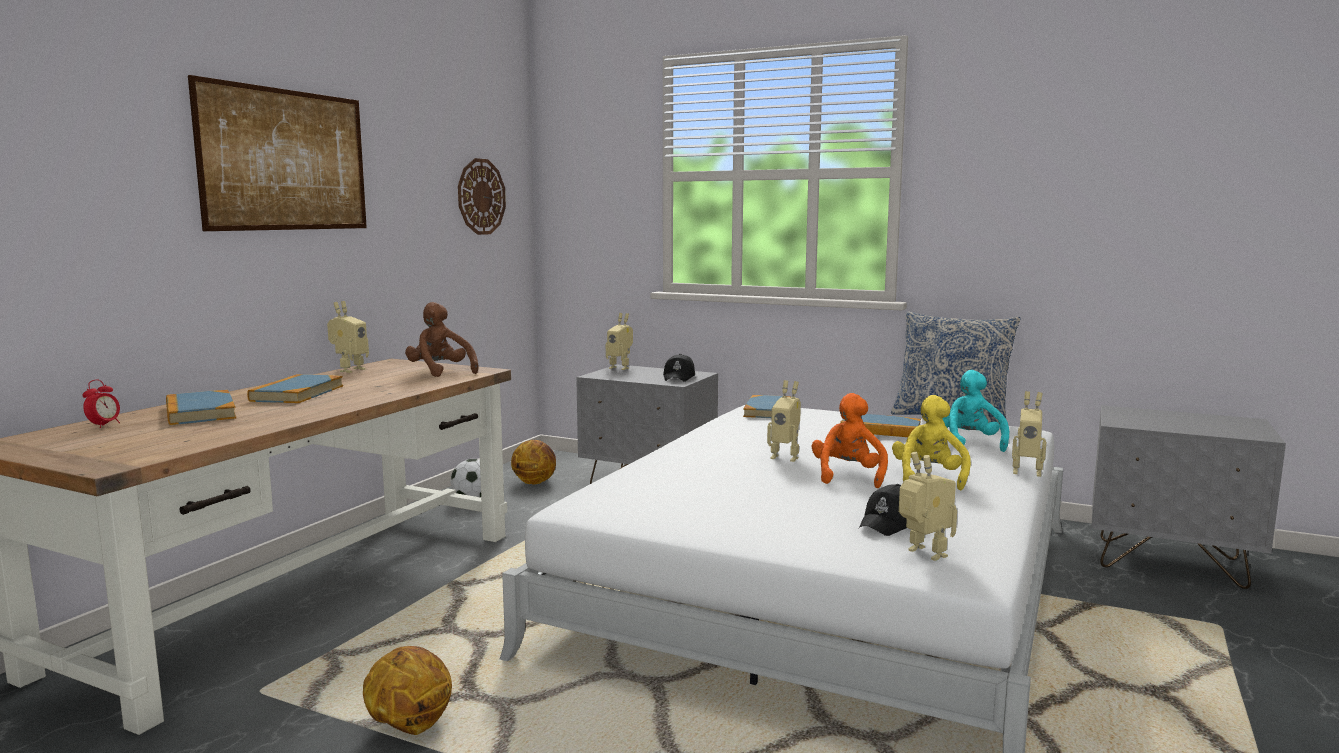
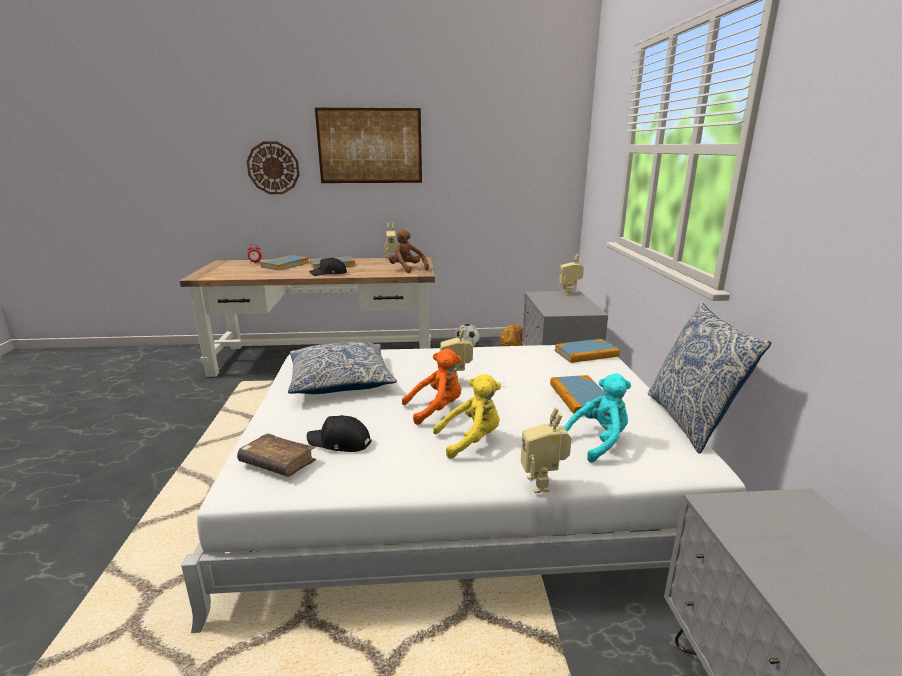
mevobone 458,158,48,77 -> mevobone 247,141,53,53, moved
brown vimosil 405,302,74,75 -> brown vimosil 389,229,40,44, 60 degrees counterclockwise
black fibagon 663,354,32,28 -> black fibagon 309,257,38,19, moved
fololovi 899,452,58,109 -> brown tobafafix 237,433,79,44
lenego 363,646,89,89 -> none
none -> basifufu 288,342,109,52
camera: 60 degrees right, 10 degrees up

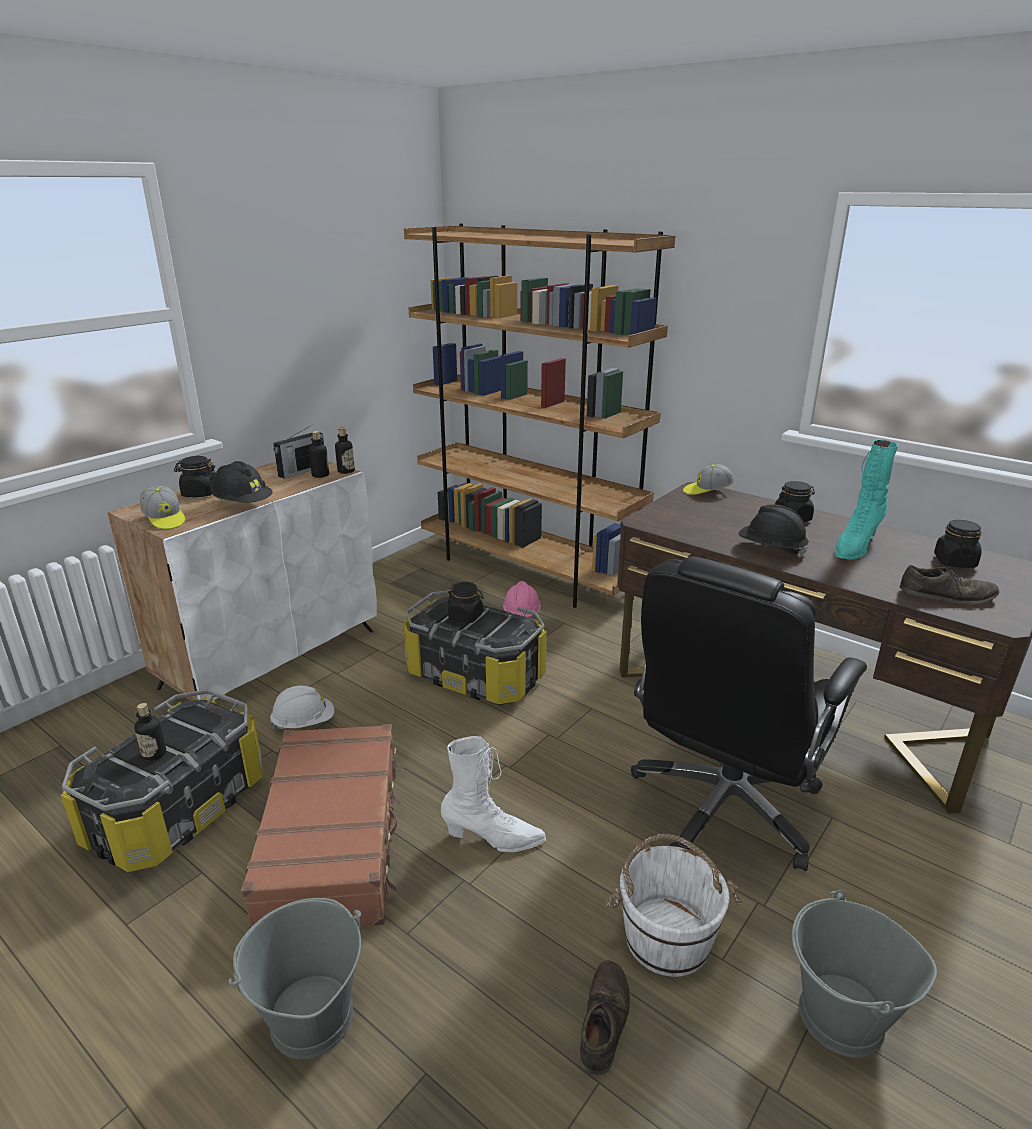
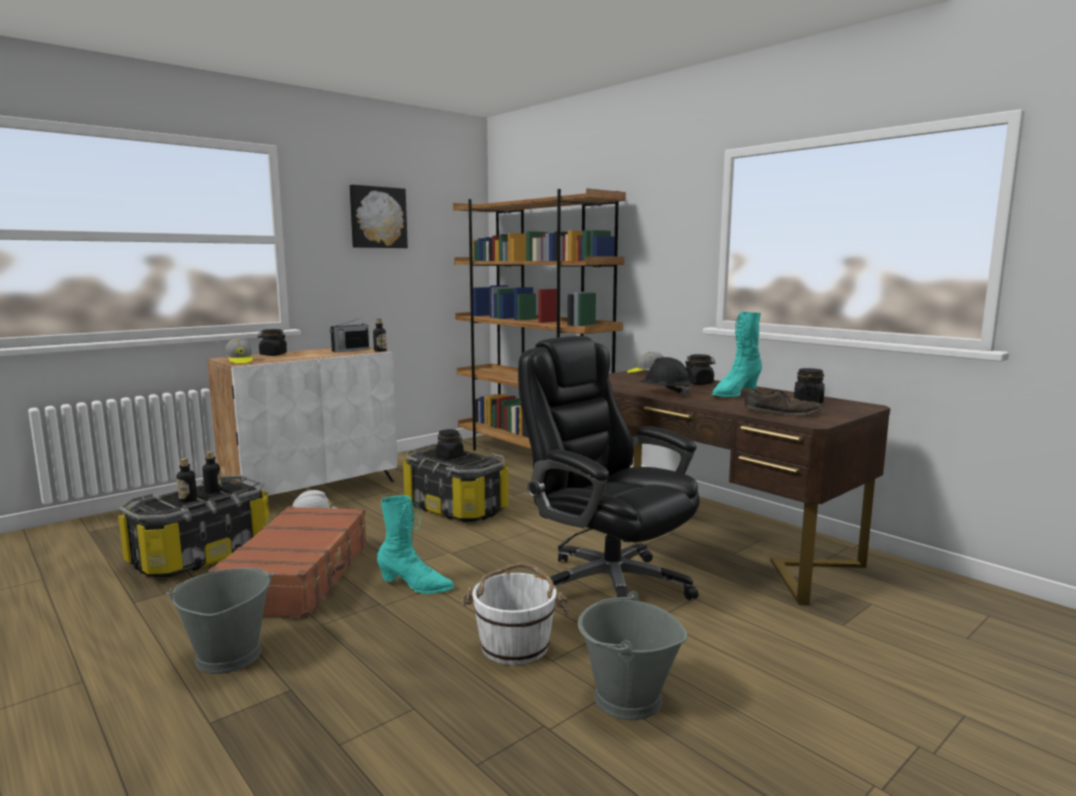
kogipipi 309,431,20,47 -> kogipipi 202,451,20,43, moved
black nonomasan 212,461,61,42 -> none
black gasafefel 631,556,236,315 -> black gasafefel 518,336,182,264, 90 degrees clockwise
pink nonomasan 503,581,38,37 -> none
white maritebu 441,736,105,116 -> turquoise maritebu 377,495,77,99
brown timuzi 580,960,50,115 -> none
none -> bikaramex 350,185,58,63
camera: 10 degrees right, 15 degrees down

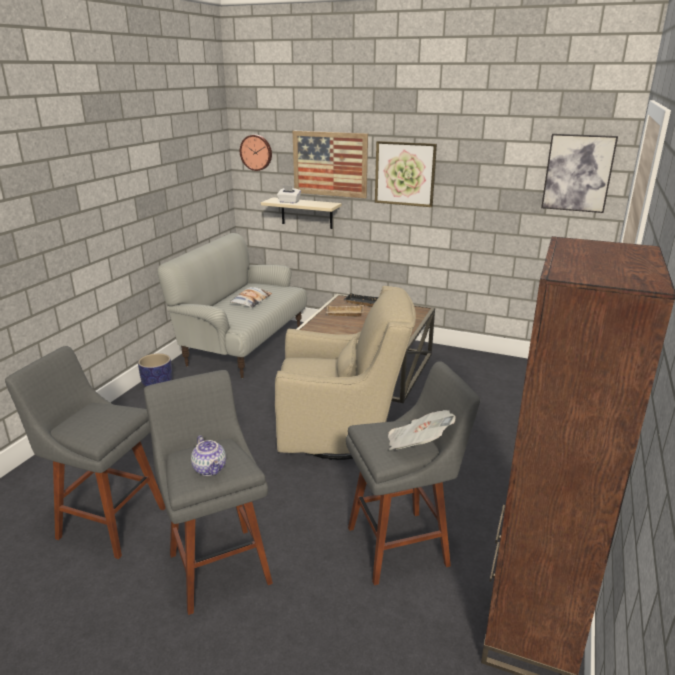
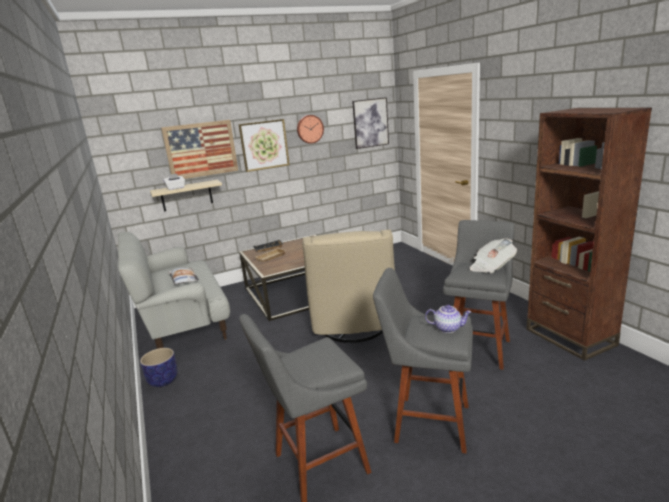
mevobone 240,135,32,36 -> mevobone 297,115,27,29, moved
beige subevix 275,286,141,174 -> beige subevix 302,229,93,114, 135 degrees clockwise
camera: 45 degrees left, 5 degrees down

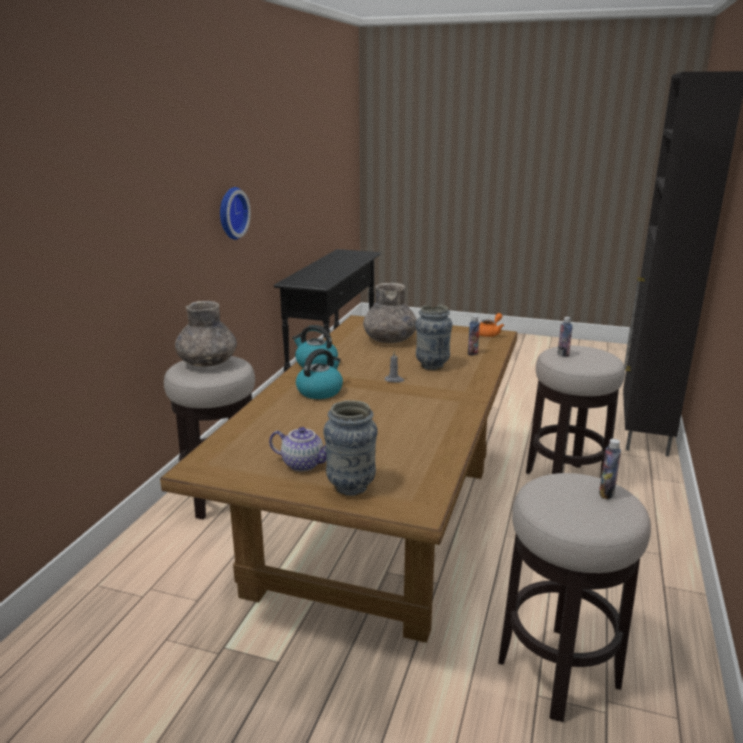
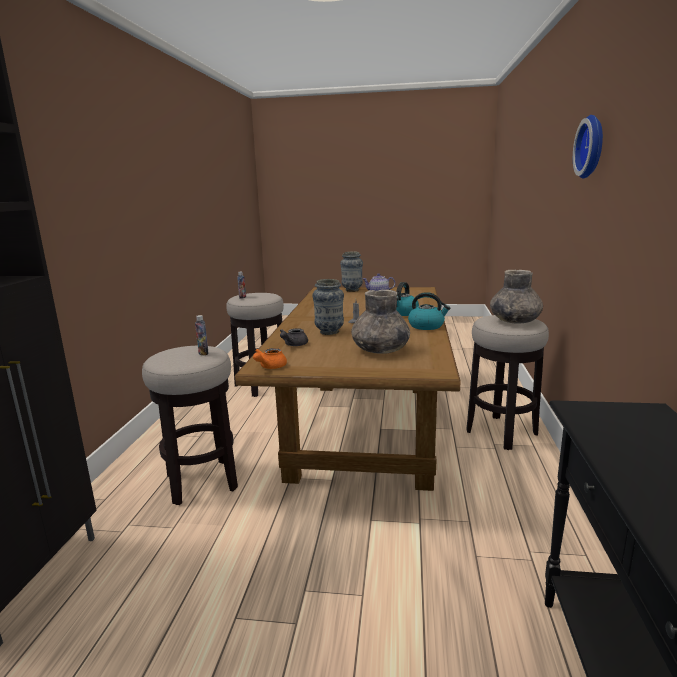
mevobone 220,187,31,53 -> mevobone 573,115,30,64, moved
kogipipi 468,315,12,41 -> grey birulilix 280,328,28,18
camera: 170 degrees right, 5 degrees down

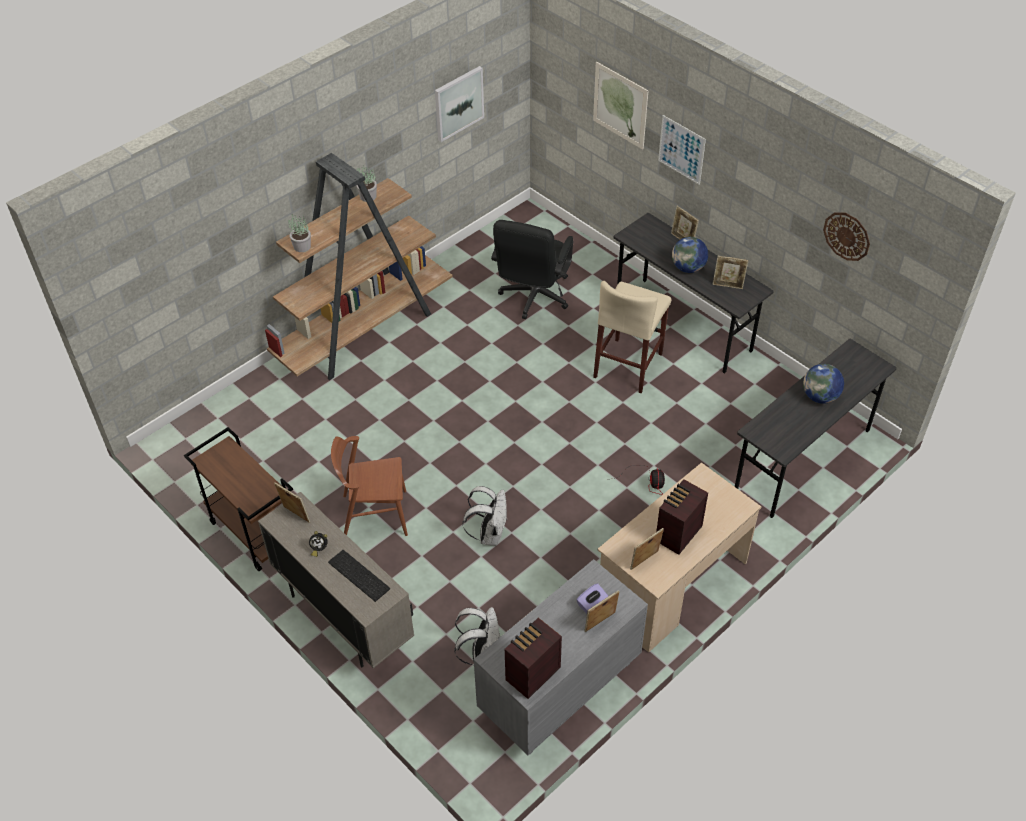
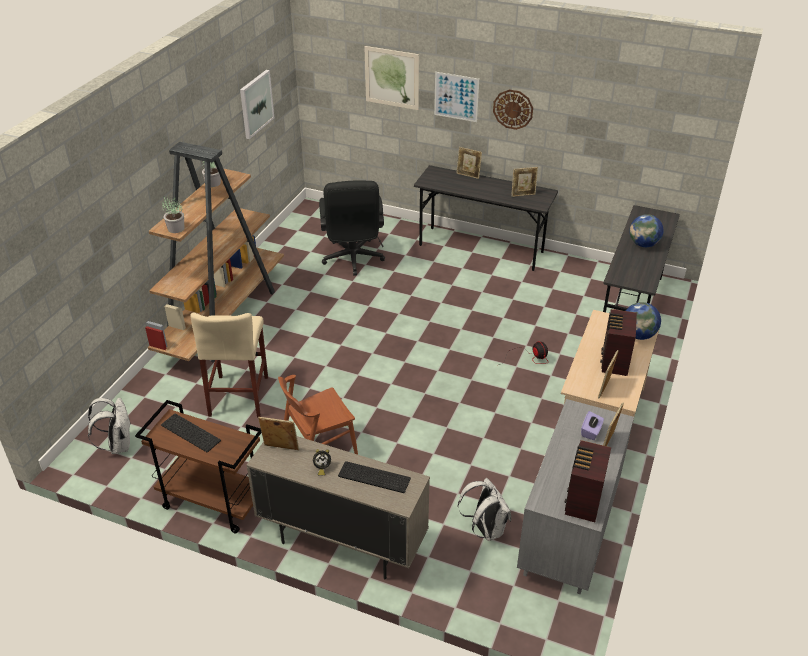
mevobone 823,212,47,49 -> mevobone 493,90,40,40, moved
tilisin 672,237,36,36 -> tilisin 626,302,35,38, moved
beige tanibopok 593,281,78,112 -> beige tanibopok 190,312,78,105, moved
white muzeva 462,486,45,60 -> white muzeva 88,398,43,56, moved
none -> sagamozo 161,413,60,40
camera: 25 degrees left, 10 degrees down

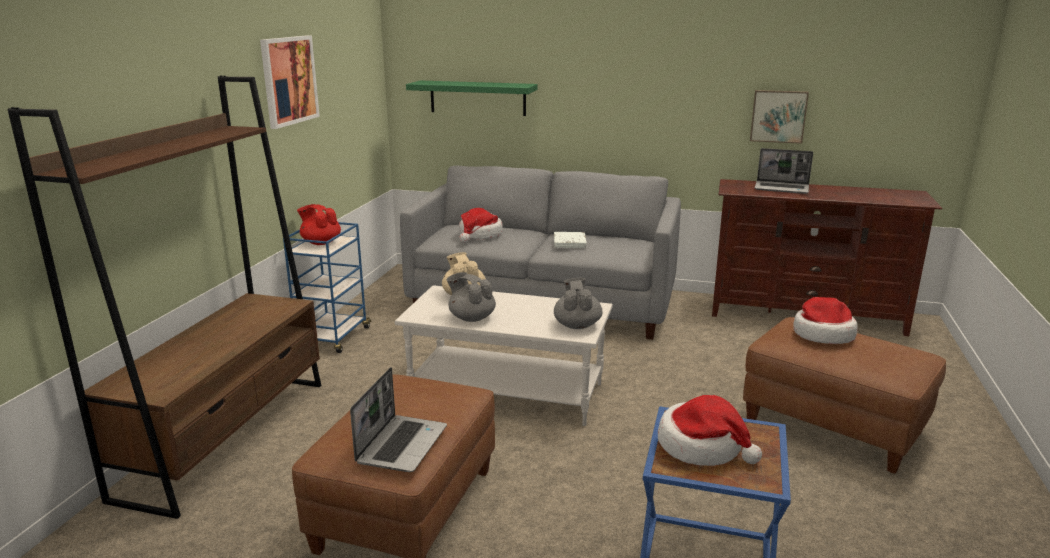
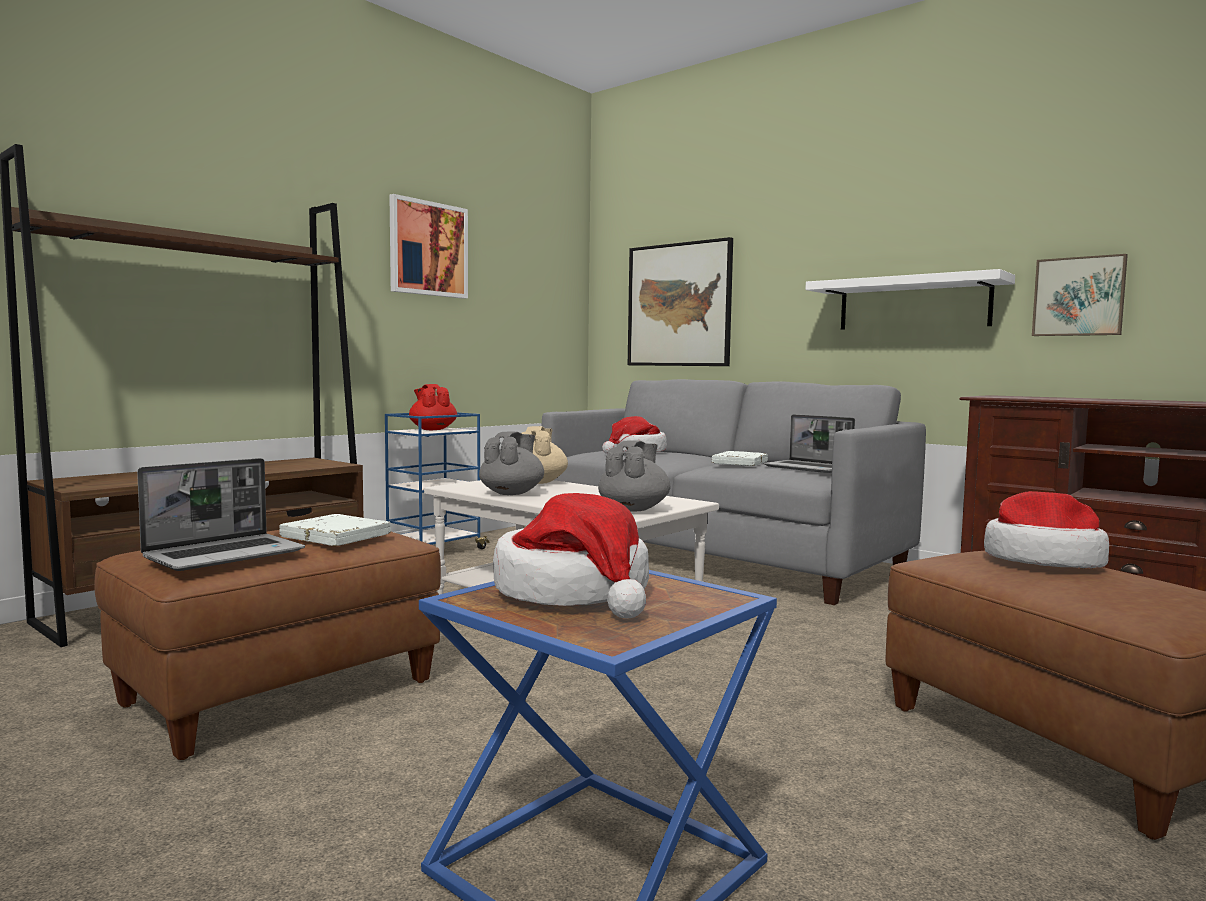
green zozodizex 406,80,132,36 -> bikaramex 628,237,105,129
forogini 754,148,59,46 -> forogini 764,414,91,59, moved
grey birulilix 447,272,49,50 -> grey birulilix 479,432,65,63, 45 degrees clockwise
none -> white zozodizex 805,269,210,61
none -> white tobafafix 279,514,112,32
camera: 25 degrees right, 15 degrees down

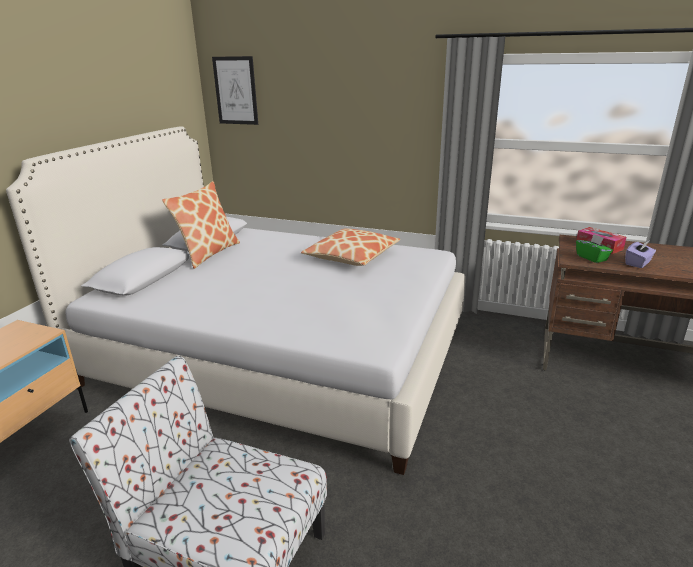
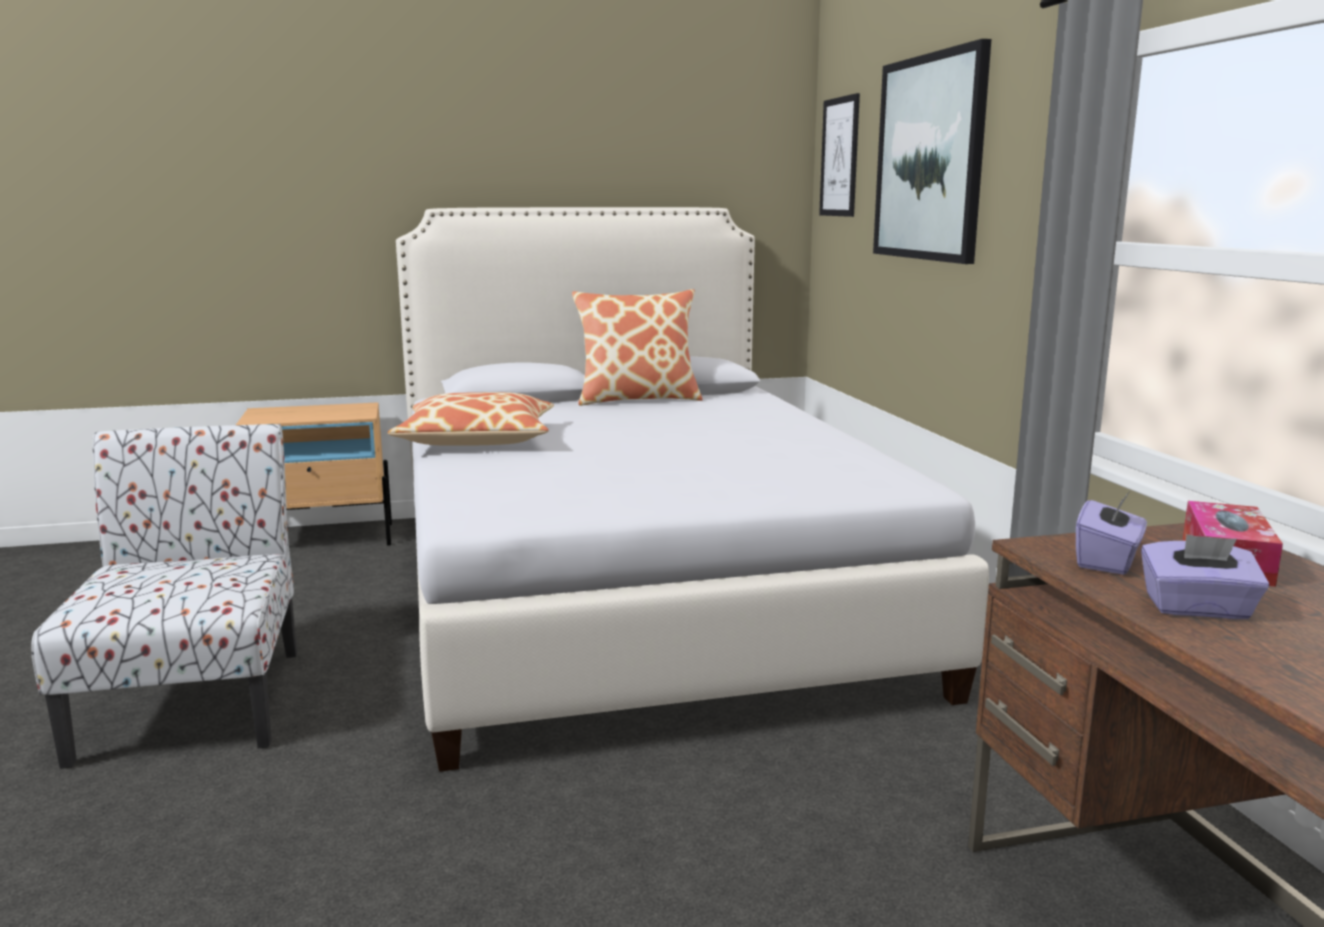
basifufu 301,228,99,38 -> basifufu 387,392,167,54, moved
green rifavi 576,234,37,29 -> purple rifavi 1076,491,71,84
none -> bikaramex 873,39,118,225
camera: 55 degrees right, 10 degrees down

